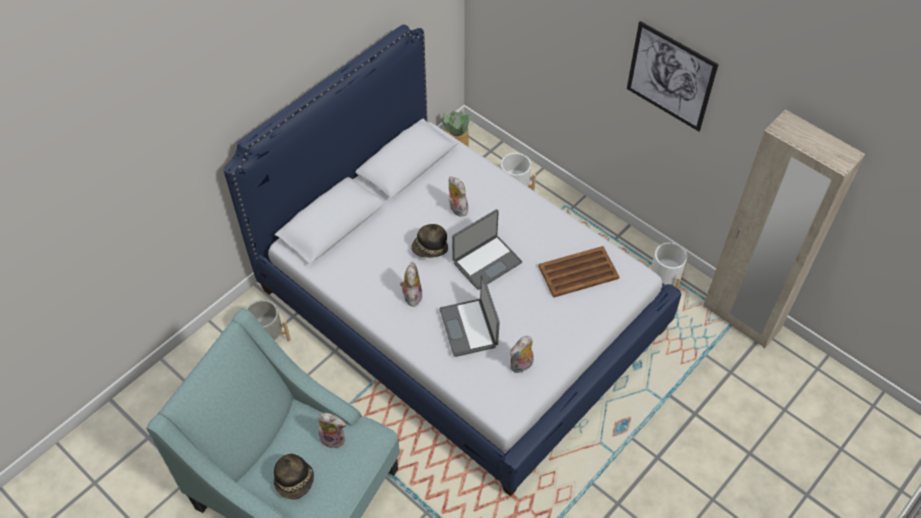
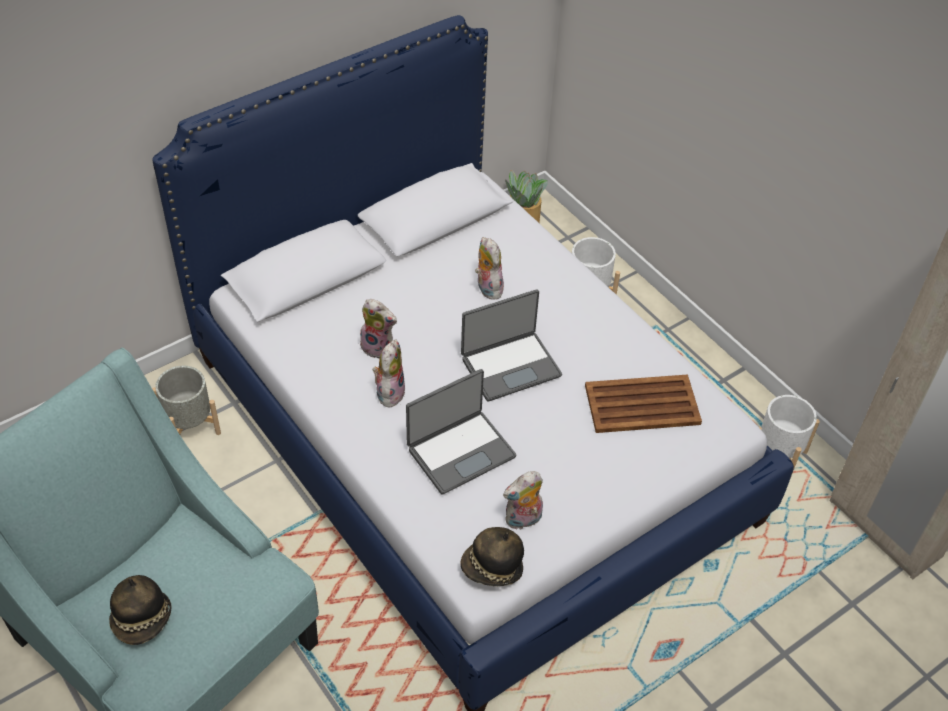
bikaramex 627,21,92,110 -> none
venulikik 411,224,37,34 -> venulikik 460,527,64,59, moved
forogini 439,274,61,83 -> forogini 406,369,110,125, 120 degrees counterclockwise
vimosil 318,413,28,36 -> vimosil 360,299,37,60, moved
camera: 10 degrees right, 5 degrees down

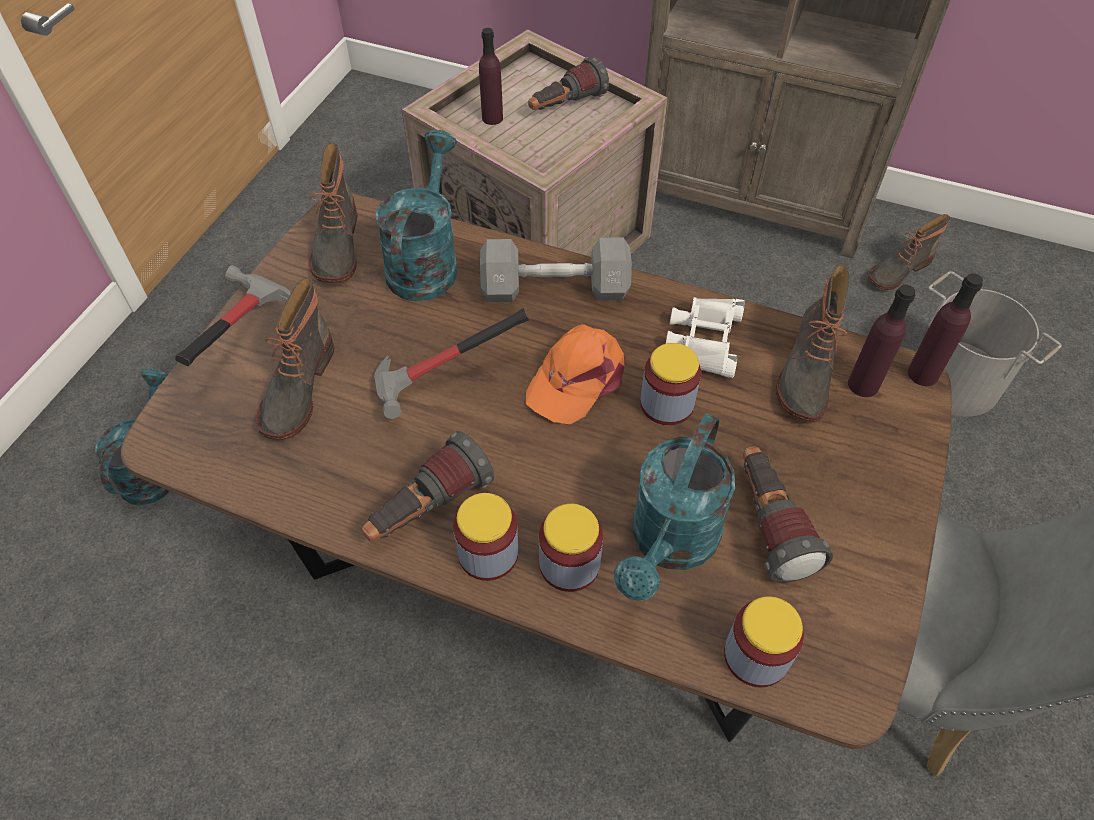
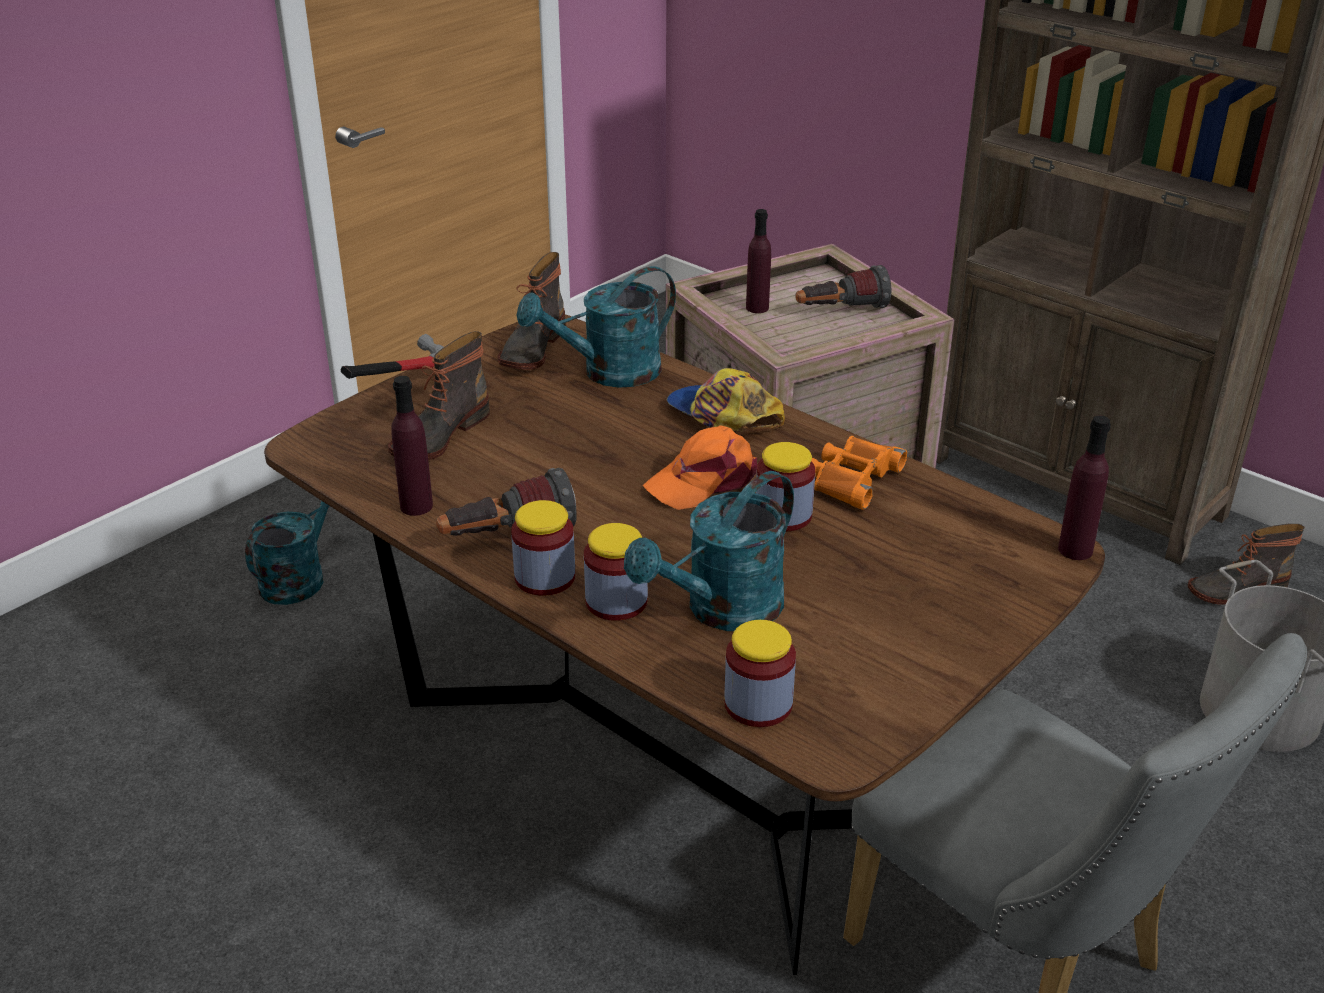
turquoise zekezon 375,130,83,171 -> turquoise zekezon 517,266,159,122, 150 degrees counterclockwise
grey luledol 480,237,152,65 -> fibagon 667,368,118,64
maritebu 776,265,74,157 -> none
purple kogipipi 848,285,67,112 -> purple kogipipi 391,376,42,140, moved
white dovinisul 666,297,79,81 -> orange dovinisul 811,436,96,74
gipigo 374,308,155,111 -> none
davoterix 743,446,90,137 -> none
camera: 20 degrees right, 20 degrees down

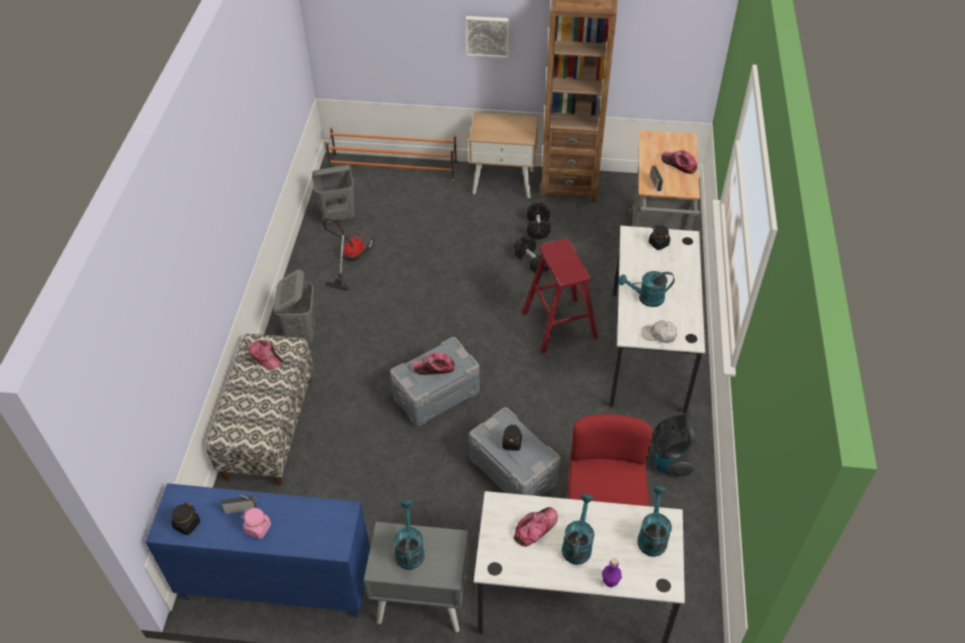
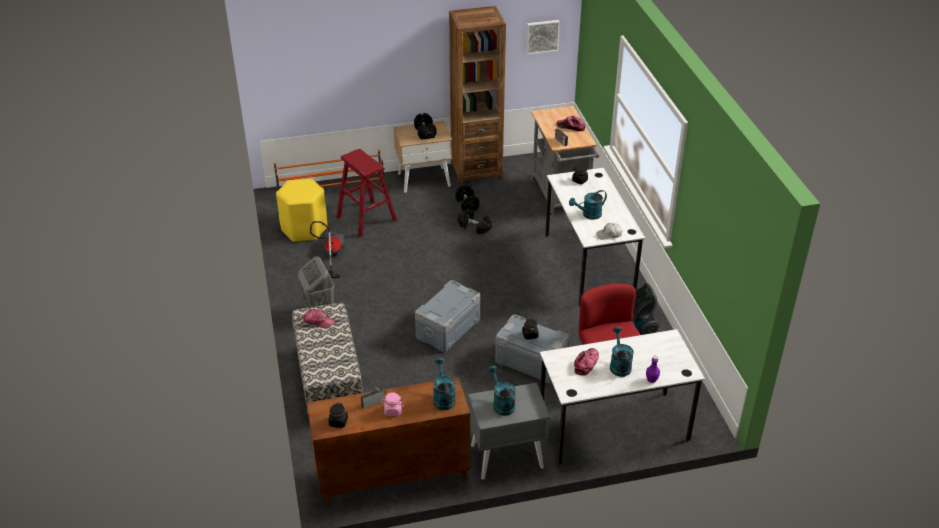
bikaramex 466,16,43,42 -> bikaramex 526,20,34,35, moved
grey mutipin 312,165,42,58 -> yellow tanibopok 276,179,51,63
red tanibopok 522,238,76,116 -> red tanibopok 336,149,61,88, moved
fibagon 412,352,43,23 -> none
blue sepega 145,483,225,134 -> brown sepega 307,377,163,129
turquoise zekezon 637,486,35,71 -> turquoise zekezon 433,358,23,52, moved
none -> black luledol 414,113,22,27
camera: 20 degrees left, 10 degrees down

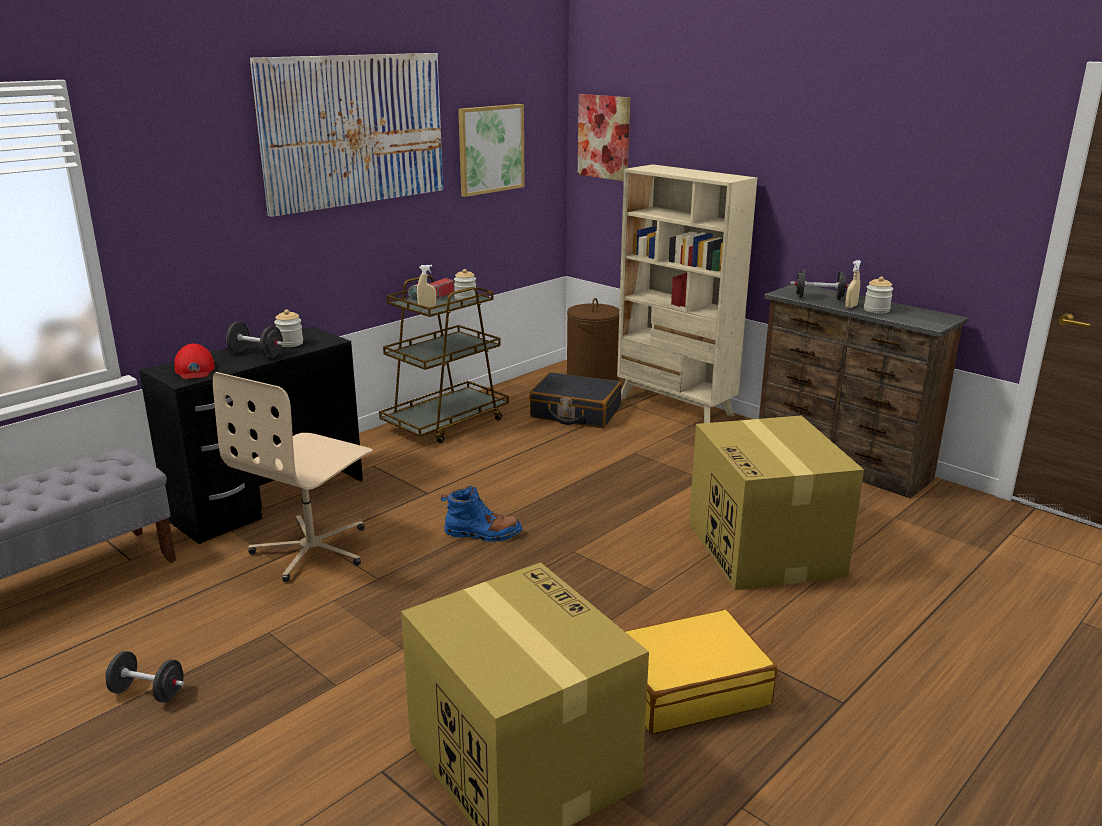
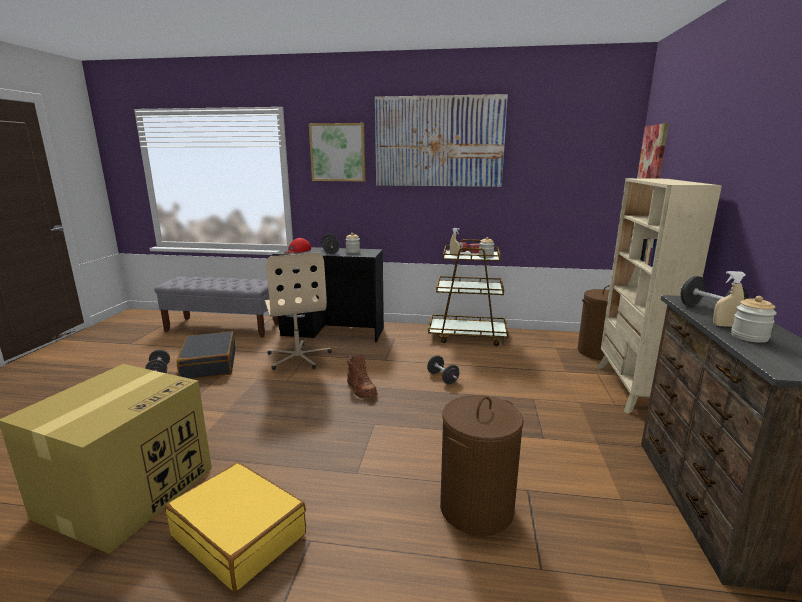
bikaramex 458,104,67,93 -> bikaramex 309,123,56,58, moved
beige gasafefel 213,372,160,210 -> beige gasafefel 265,253,67,117, 105 degrees counterclockwise
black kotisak 529,372,93,56 -> black kotisak 177,331,59,48, moved
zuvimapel 689,415,175,175 -> brown mutipin 440,395,84,141
blue maritebu 441,486,81,55 -> brown maritebu 347,355,31,43
none -> black luledol 427,355,33,29
camera: 55 degrees right, 5 degrees down

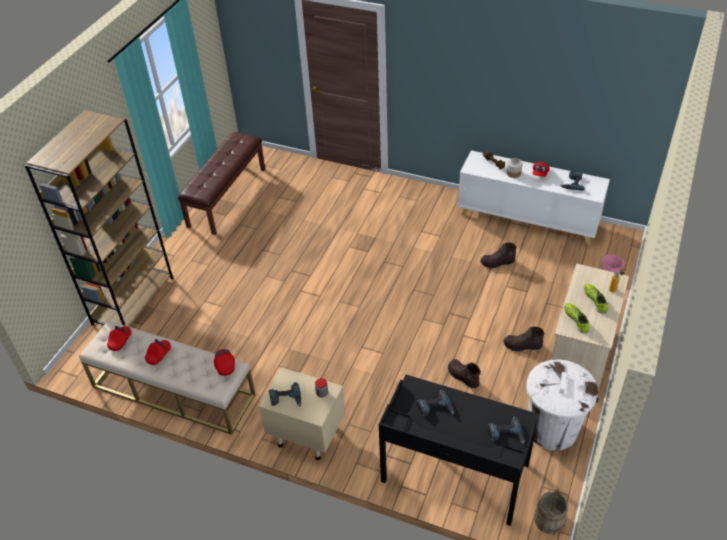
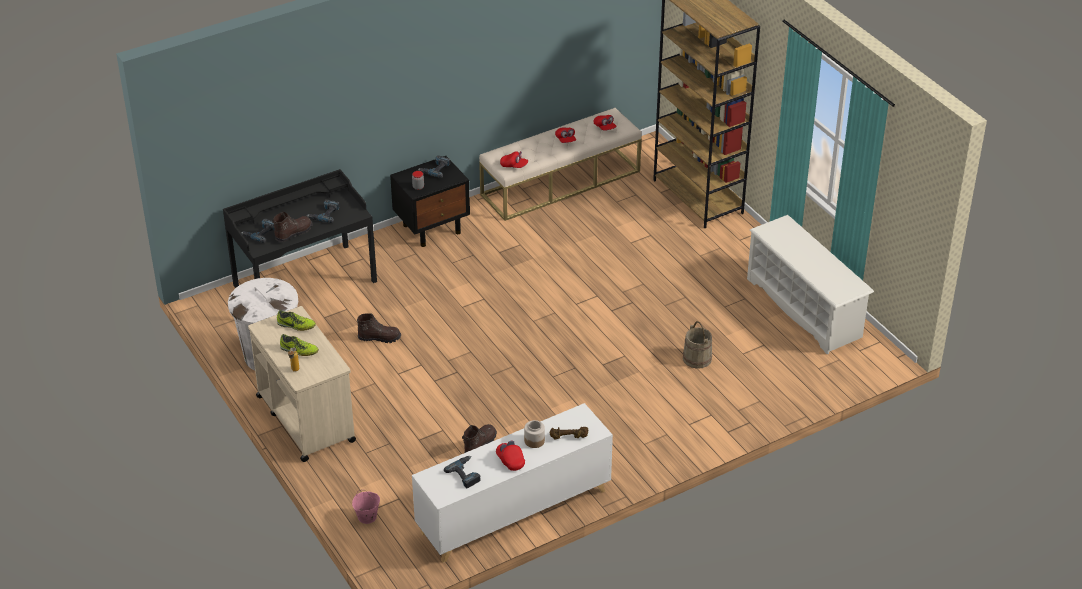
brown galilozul 178,132,87,103 -> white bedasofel 747,215,127,139
brown maritebu 503,327,42,24 -> brown maritebu 272,212,41,30, moved
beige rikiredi 259,367,86,93 -> black rikiredi 390,156,80,91
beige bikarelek 534,489,34,45 -> beige bikarelek 683,321,29,48, moved
camera: 125 degrees right, 5 degrees down

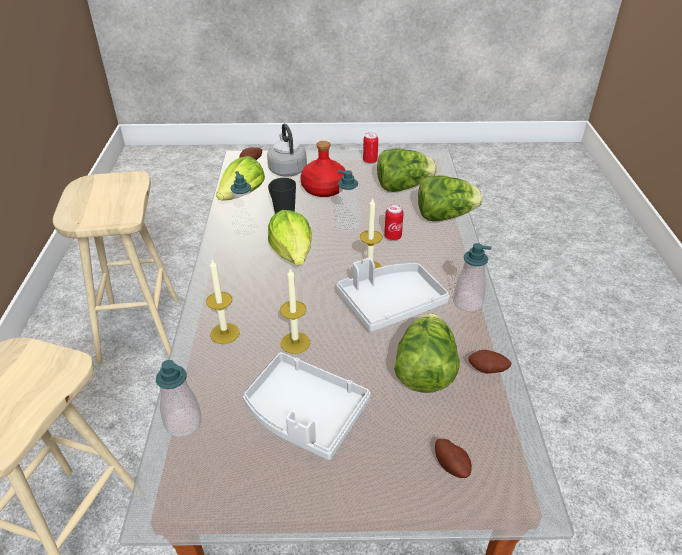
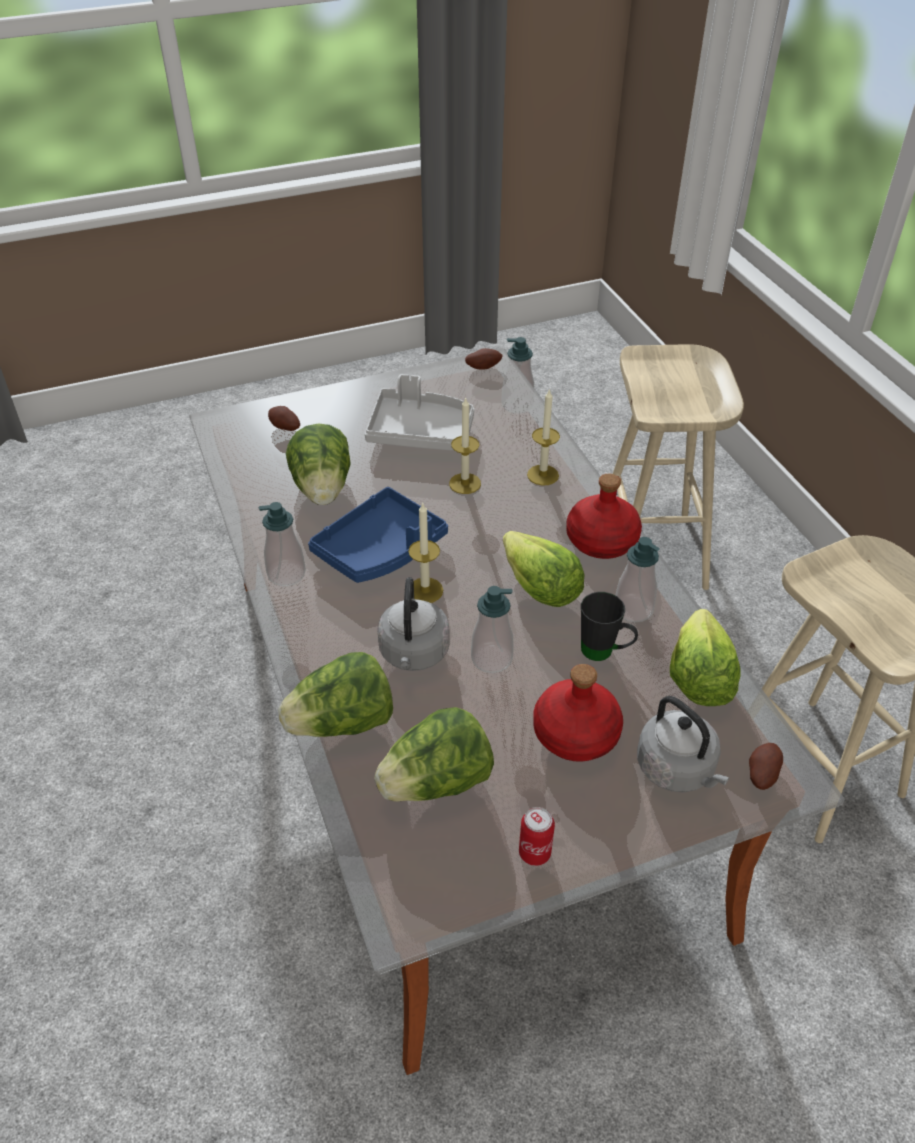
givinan 384,205,20,36 -> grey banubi 377,577,73,94
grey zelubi 337,258,113,74 -> blue zelubi 308,487,140,96
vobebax 469,350,42,24 -> vobebax 465,348,37,22, moved
none -> red kogipipi 566,474,76,85
camera: 160 degrees right, 5 degrees up

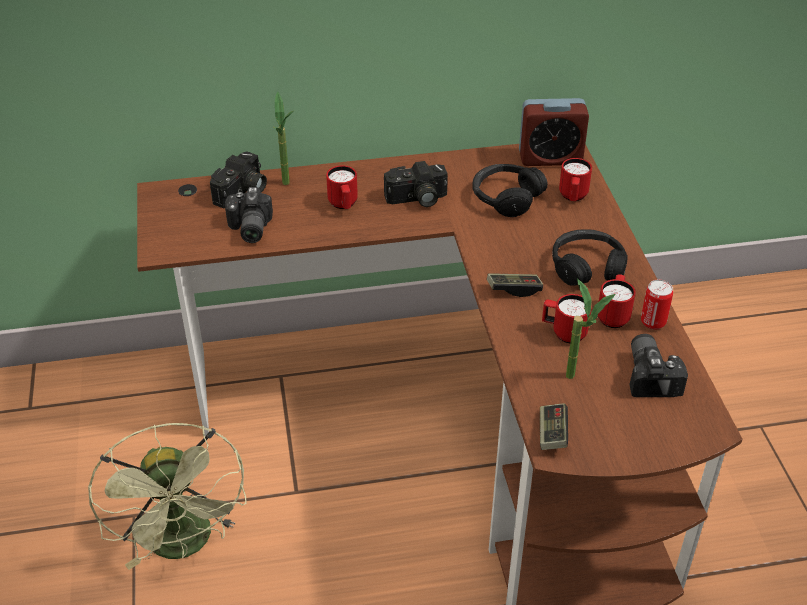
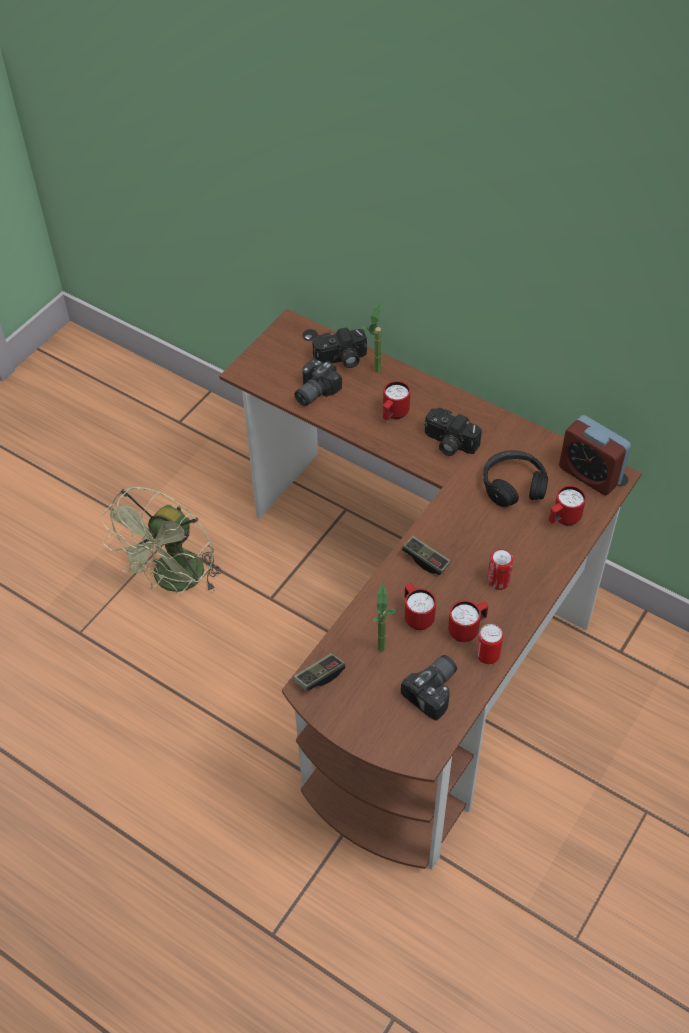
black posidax 552,229,76,57 -> givinan 487,549,26,41
camera: 45 degrees right, 10 degrees up

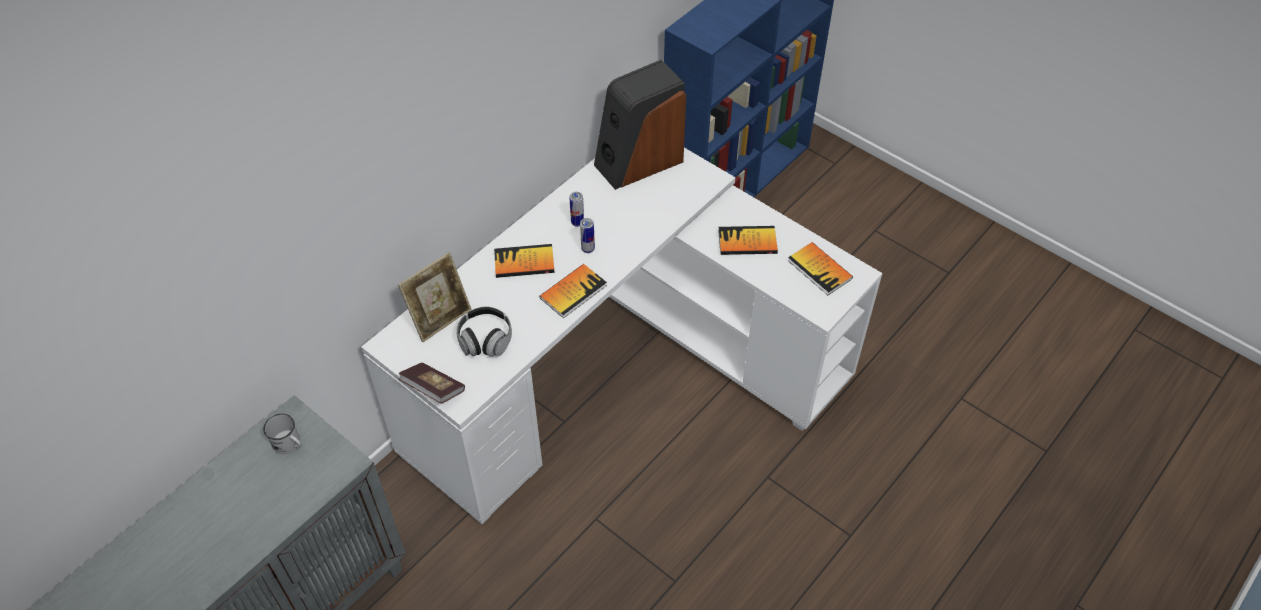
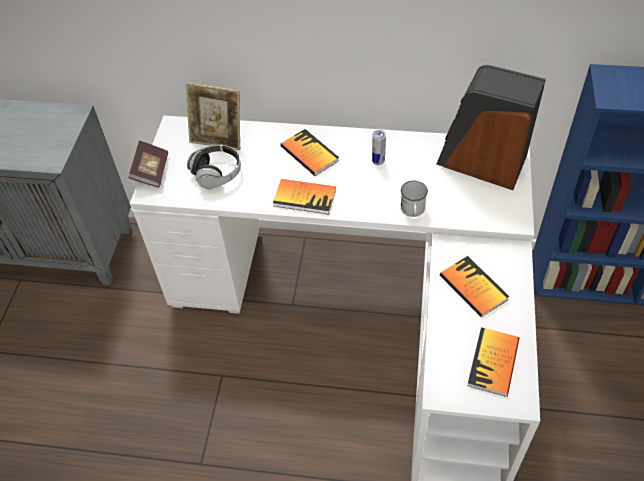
givinan 580,218,15,35 -> none
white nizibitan 263,414,39,40 -> white nizibitan 401,181,27,36, moved
camera: 60 degrees right, 0 degrees up

